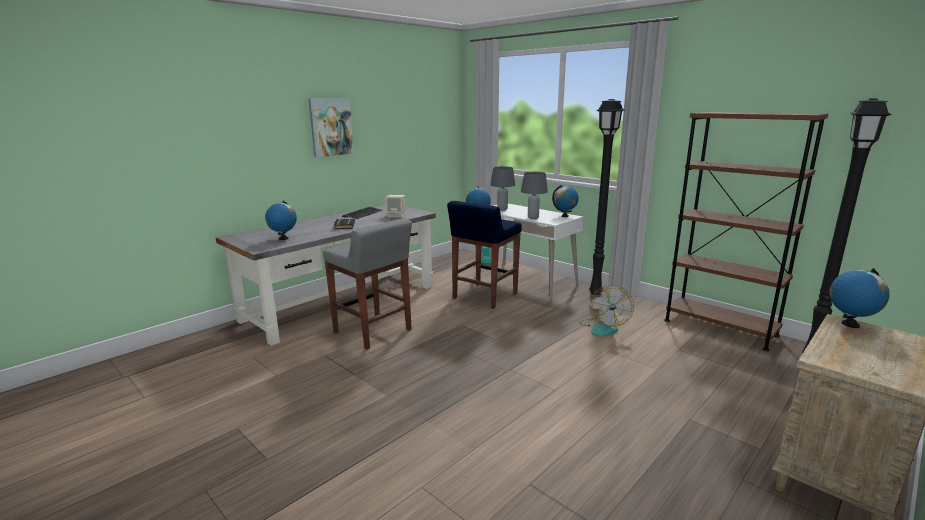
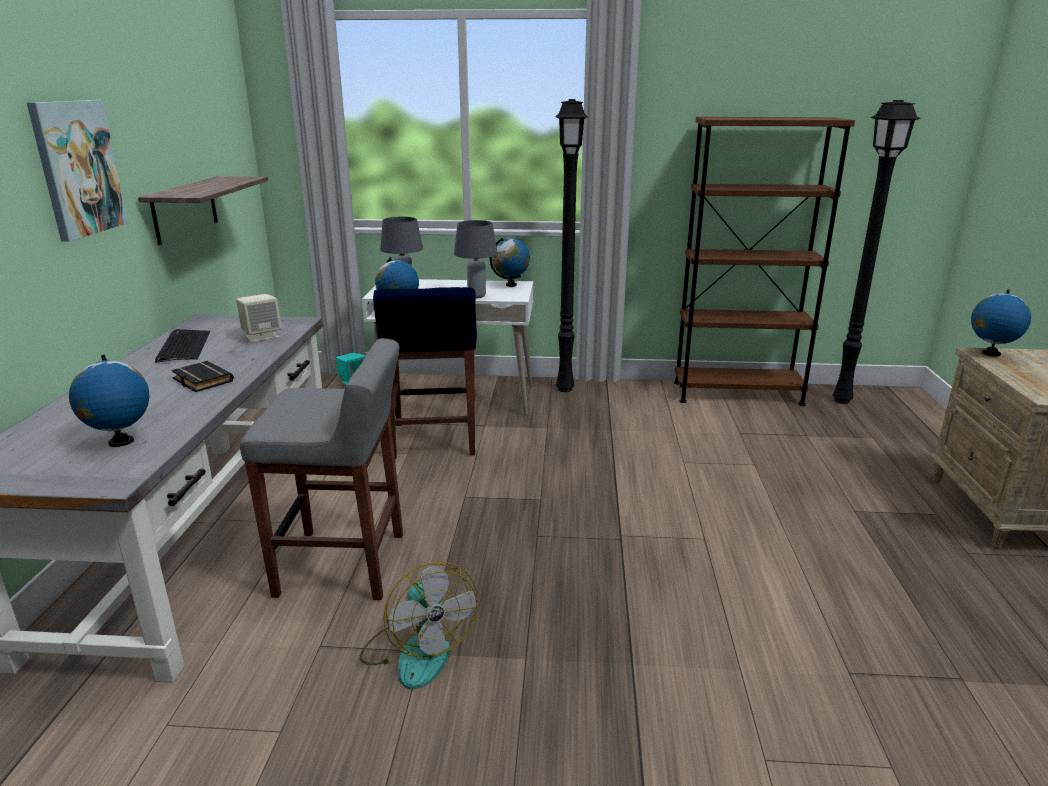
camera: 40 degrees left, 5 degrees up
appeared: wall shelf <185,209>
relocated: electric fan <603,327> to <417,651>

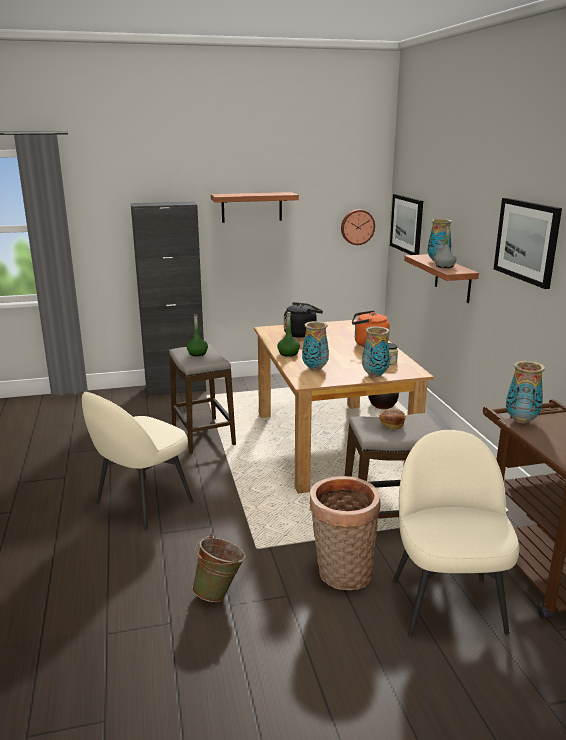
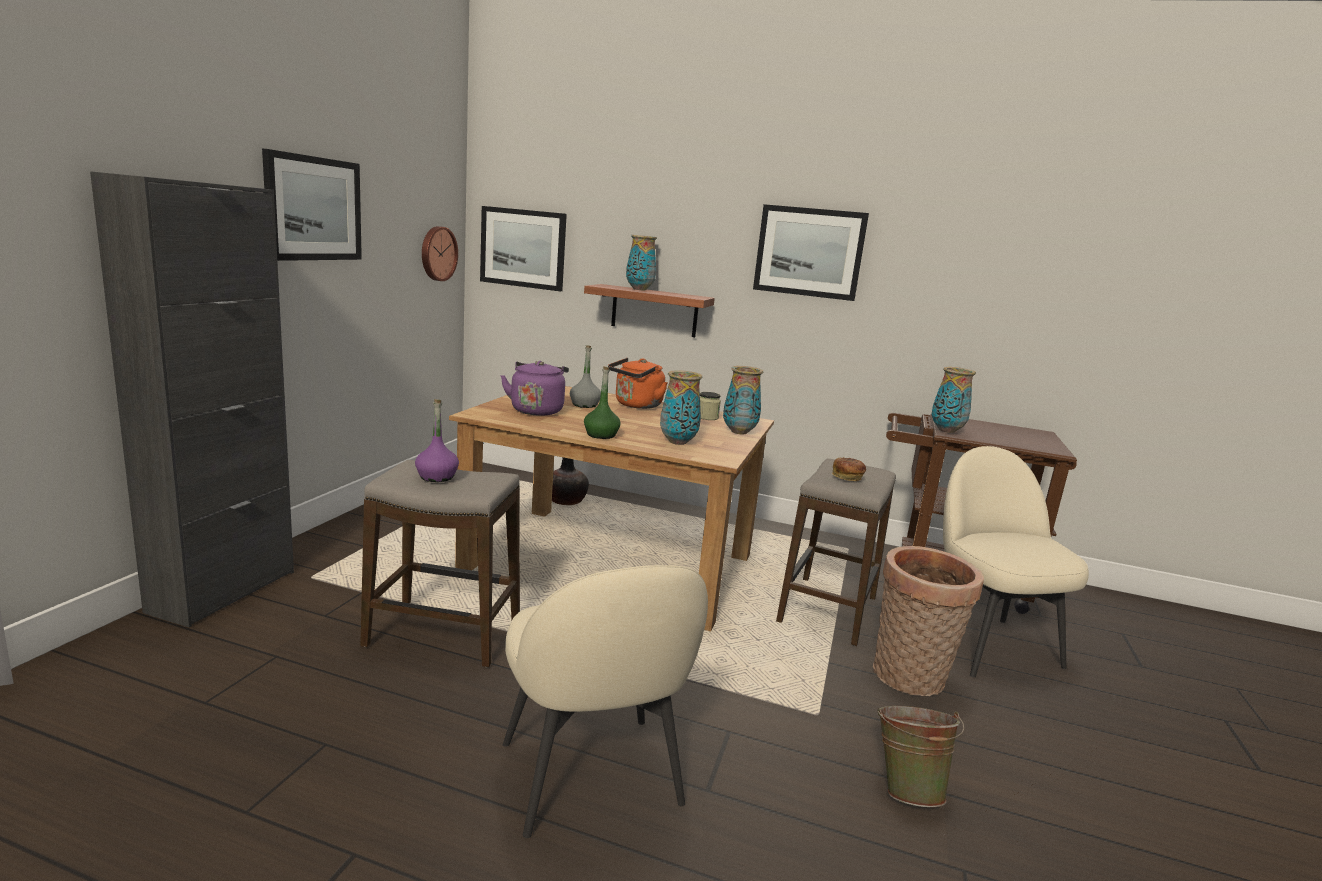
camera: 60 degrees left, 5 degrees down
relocated: beverage bottle (gray) <444,266> to <584,405>
exchanged: wall shelf <251,207> to wall picture <313,208>
colour: beverage bottle (greenish) <197,353> to beverage bottle (purple) <437,477>; kettle (blackish) <301,333> to kettle (purple) <537,410>
spun: chair (beige-coloured) <447,603> = <985,644> 45 degrees clockwise

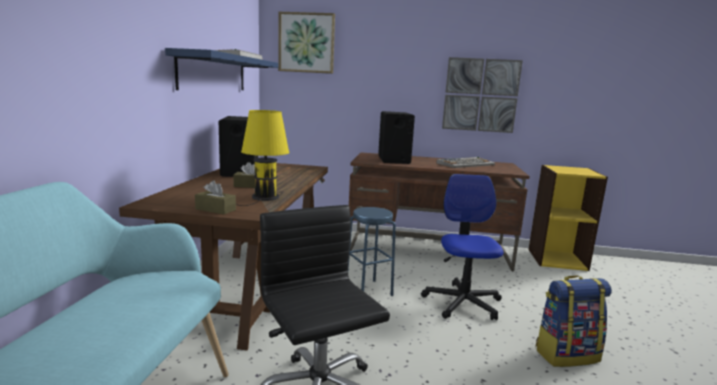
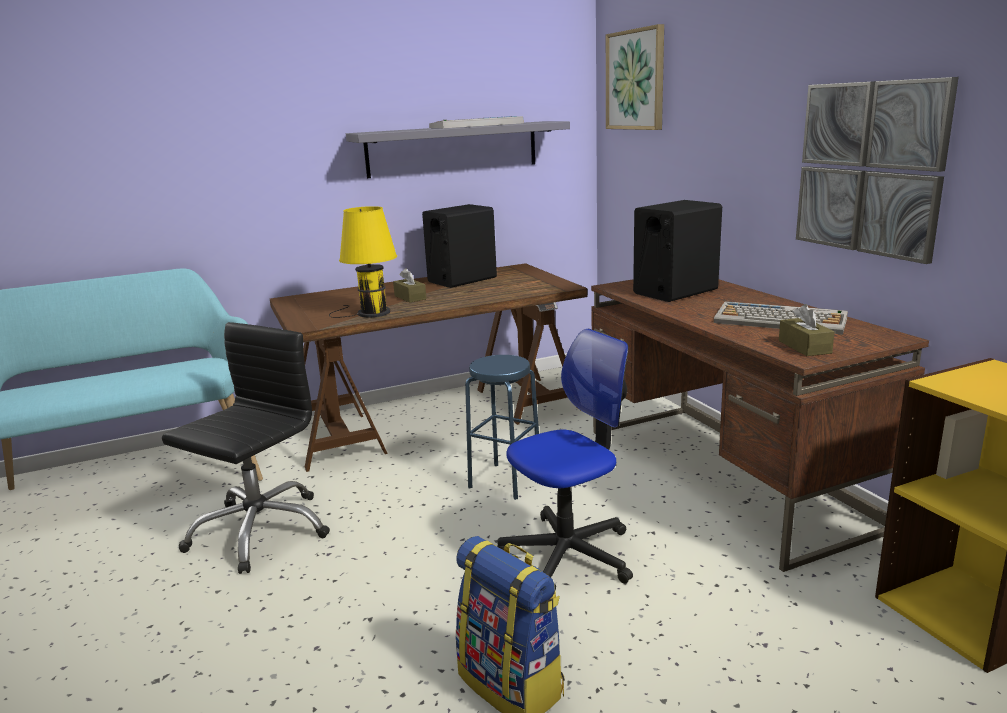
camera: 60 degrees right, 5 degrees up
relocated: tissue box (brownish) <215,209> to <804,347>
colour: wall shelf (blue-coloured) <213,73> to wall shelf (gray) <453,149>

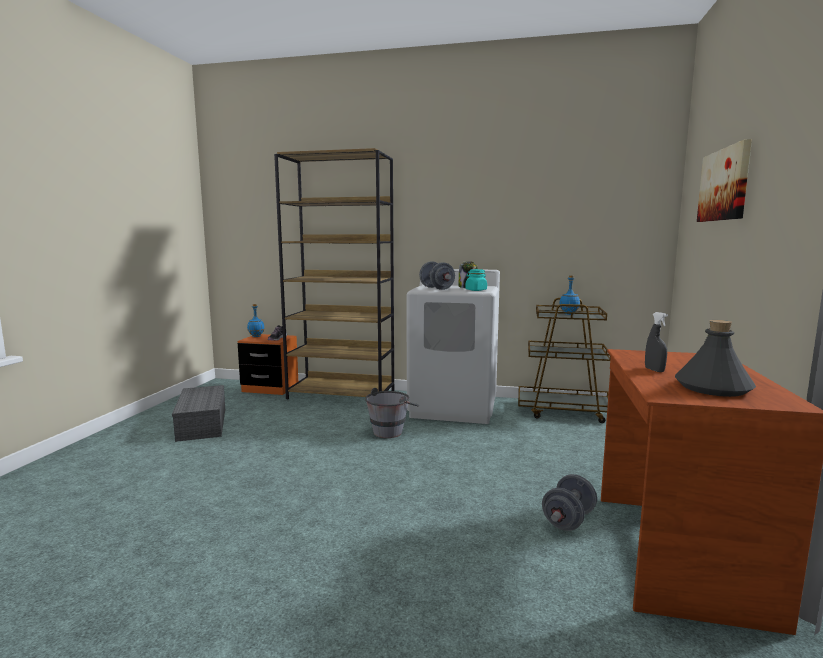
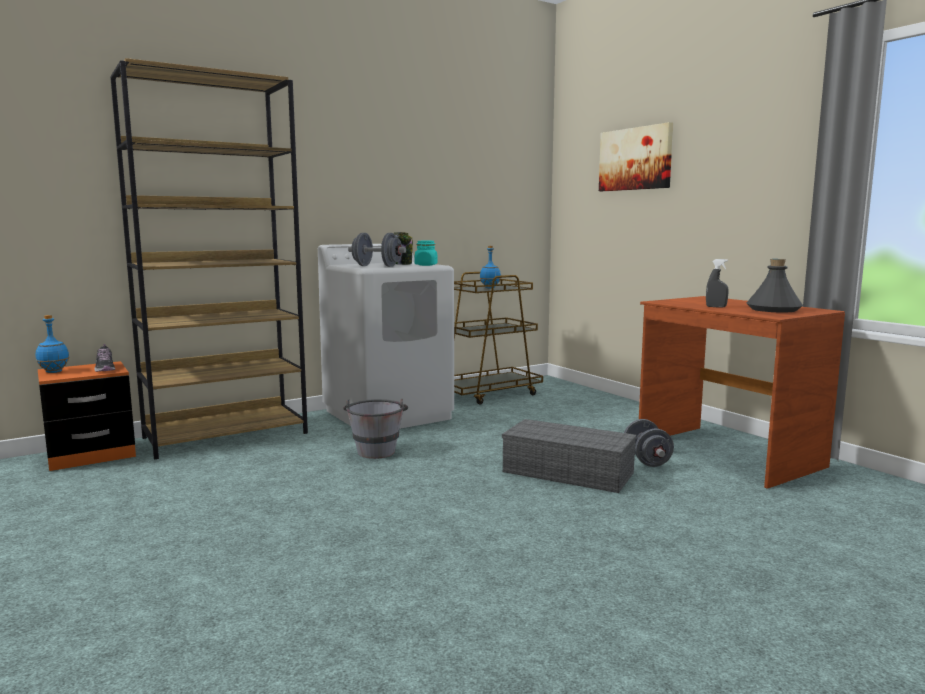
camera: 45 degrees left, 0 degrees up
relocated: storage box (gray) <203,424> to <570,472>

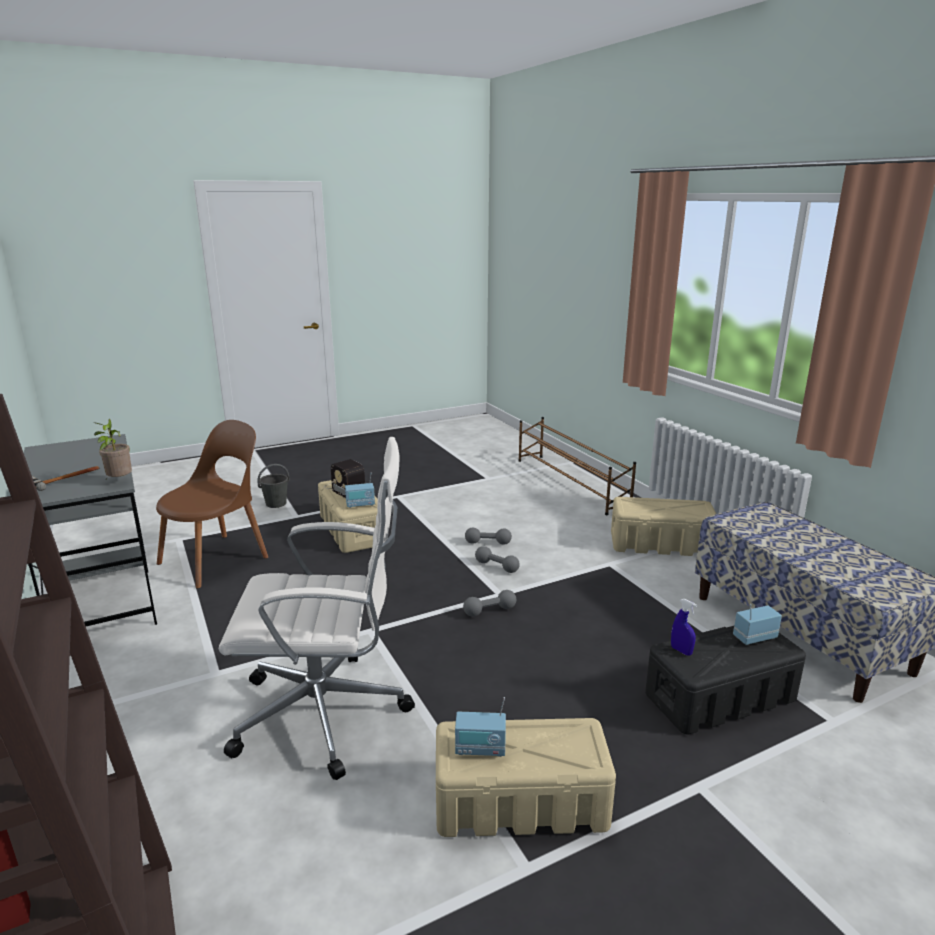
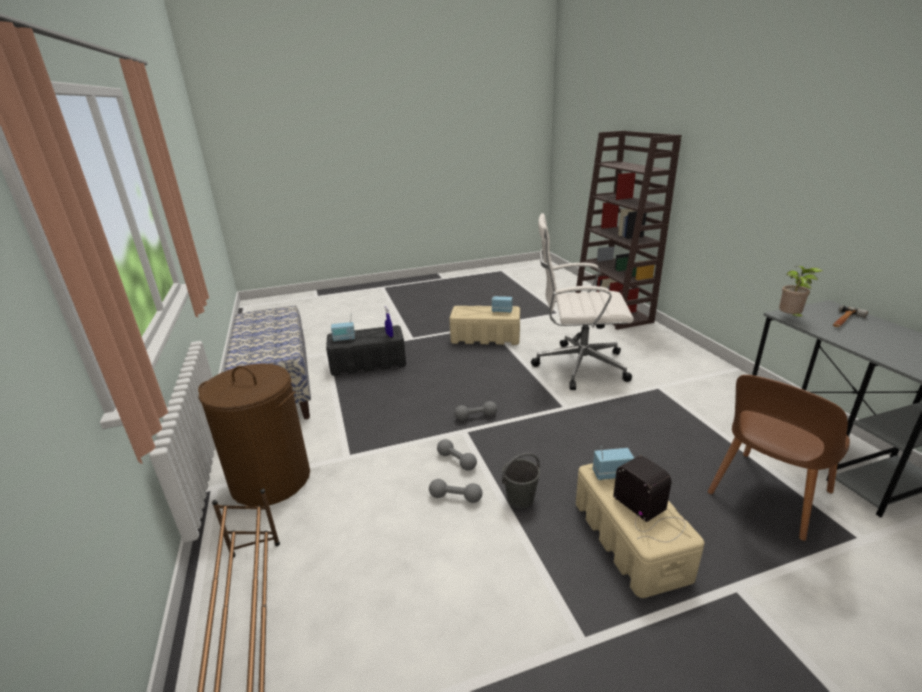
camera: 170 degrees left, 5 degrees up
relocated: water bucket (gray) <276,503> to <520,499>
exchanged: storage box (beige-coloured) <661,544> to hamper (brownish) <270,480>

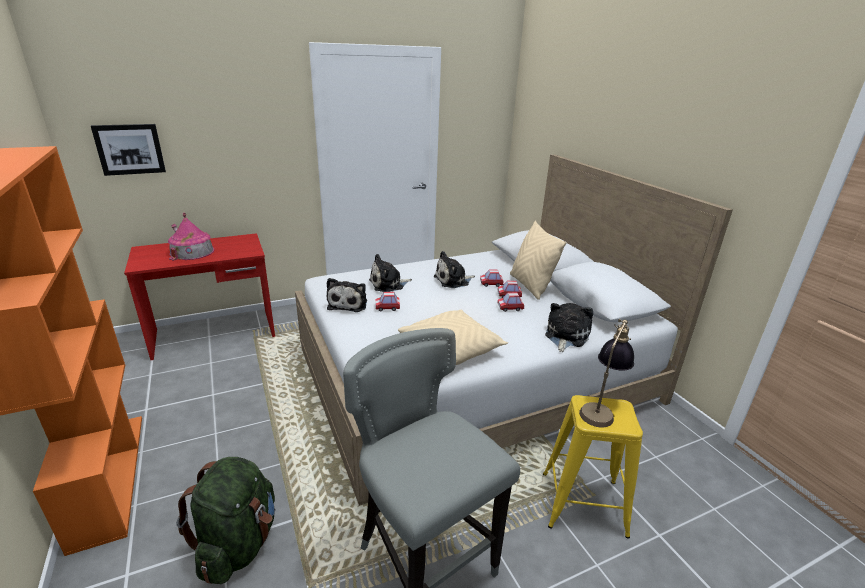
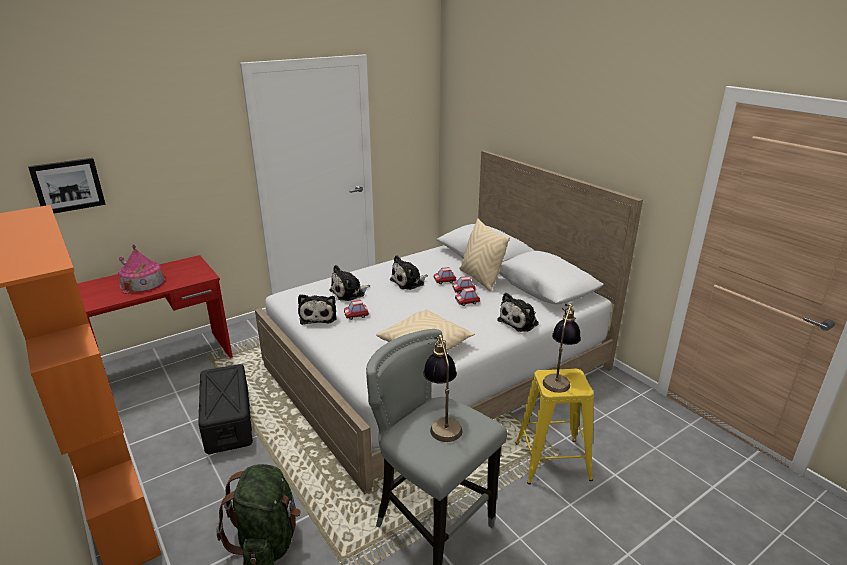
camera: 10 degrees left, 0 degrees up
appeared: storage box (blackish) <228,421>; table lamp <442,421>
spun: soft toy <565,336> = <520,321> 150 degrees counterclockwise

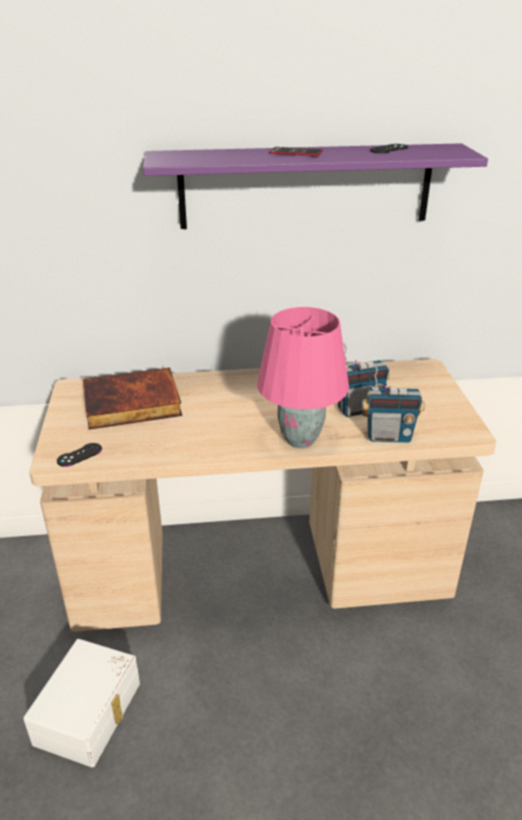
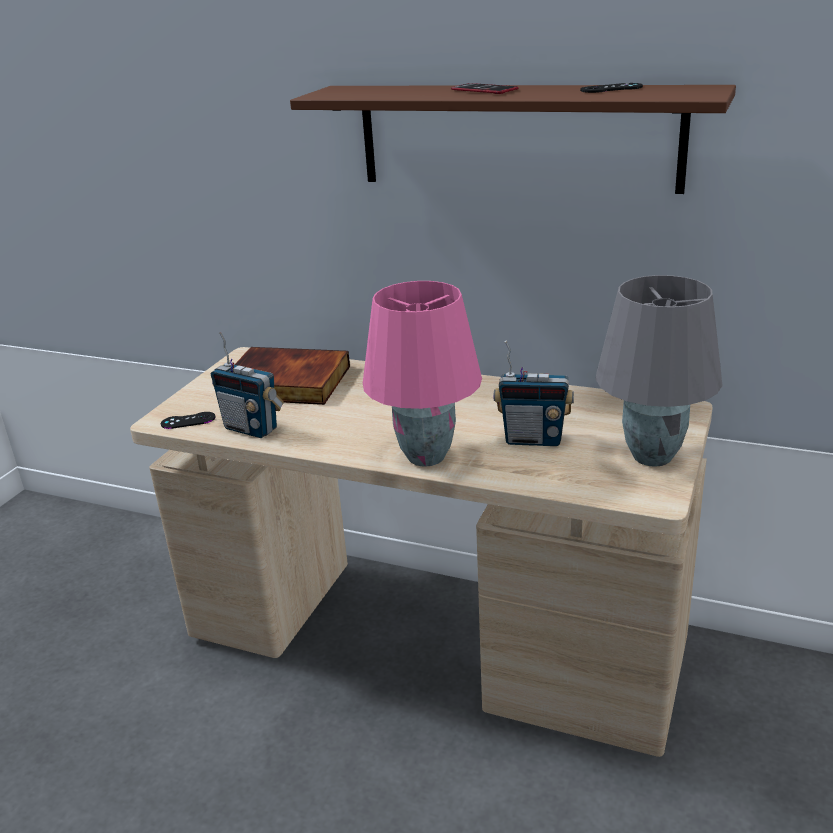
camera: 30 degrees right, 5 degrees down
missing: storage box (white-coloured) <90,713>
appeared: table lamp (gray) <652,456>
relocated: radio <388,436> to <251,428>
colour: wall shelf (purple) <305,186> to wall shelf (brownish) <516,137>

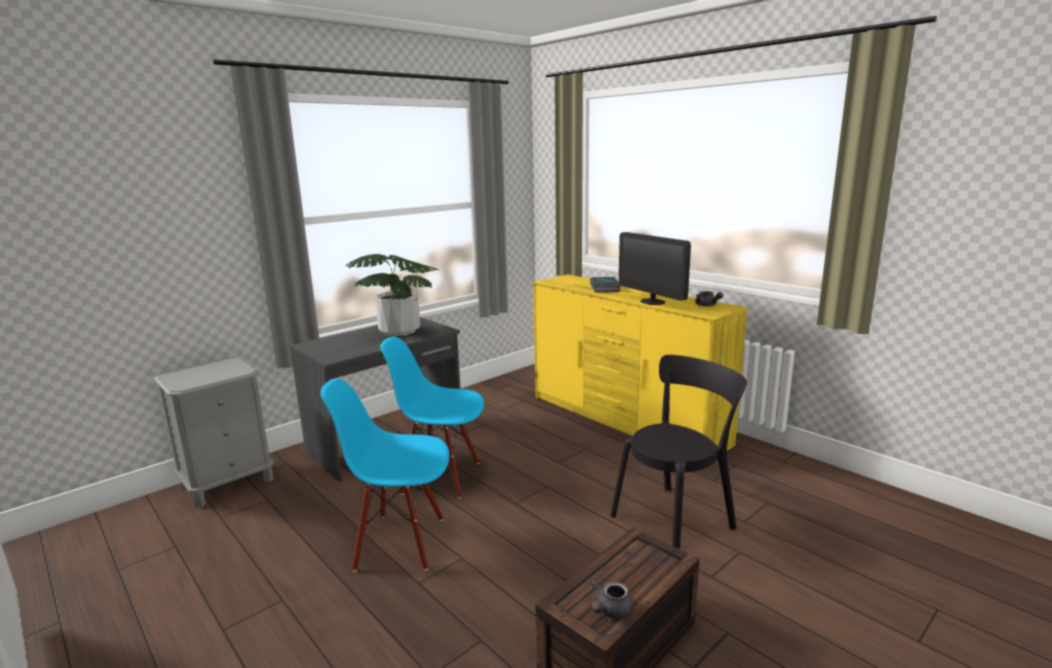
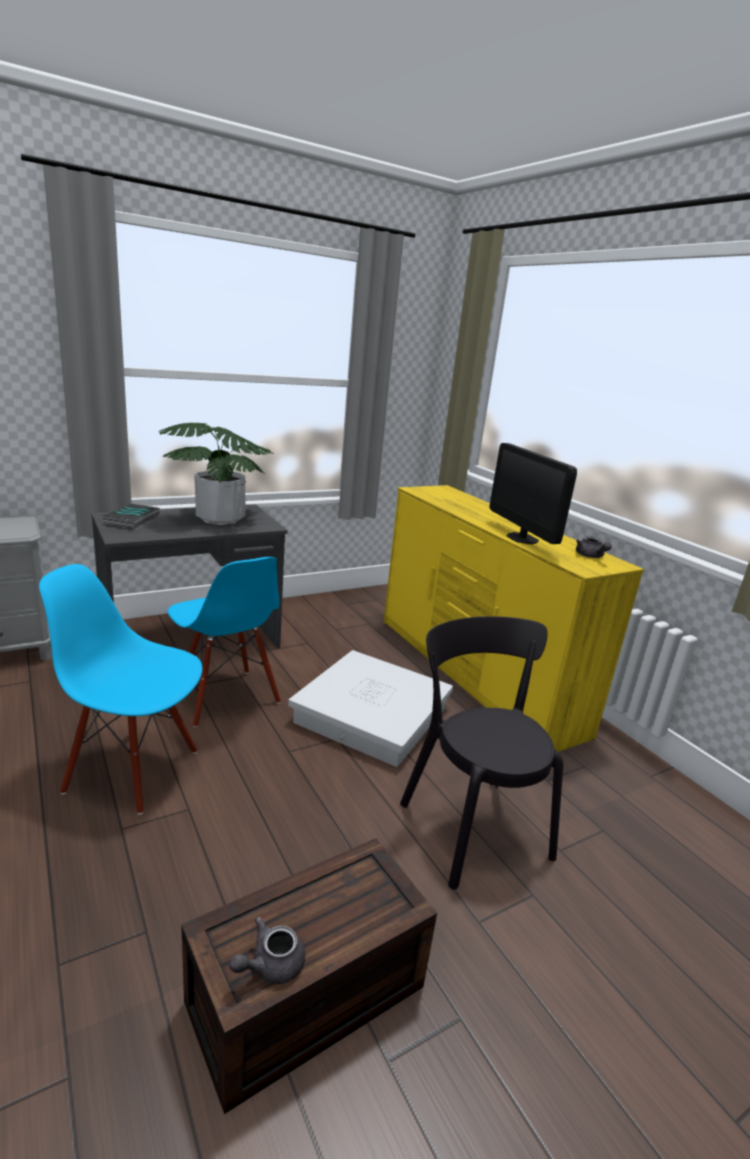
camera: 10 degrees right, 5 degrees up
appeared: storage box (white-coloured) <372,715>
relocated: volume <605,288> to <133,521>
spun: chair (blue-coloured) <441,477> = <226,697> 150 degrees counterclockwise; chair (blackish) <676,519> = <471,824> 90 degrees counterclockwise

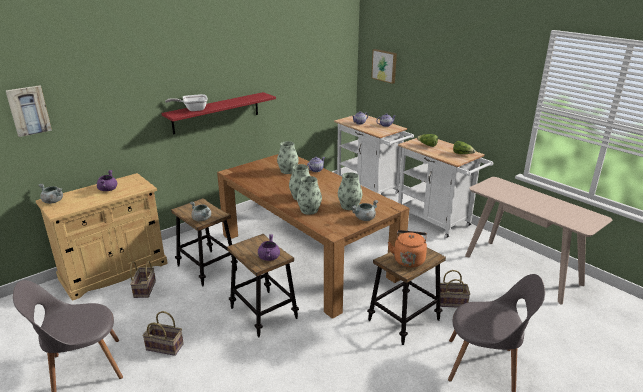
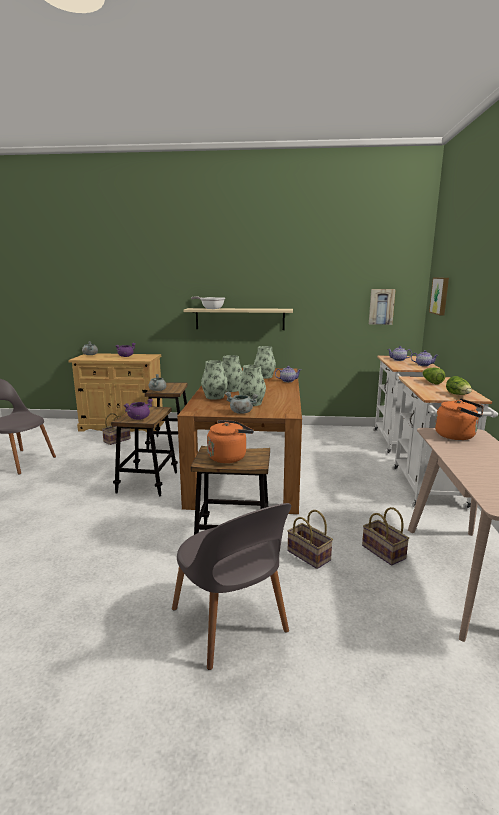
camera: 45 degrees right, 10 degrees down
appeared: kettle (orange) <457,436>
relocated: wall picture <28,110> to <381,306>; storage basket <166,346> to <385,552>
colour: wall shelf (red) <216,113> to wall shelf (beige-coloured) <240,319>

